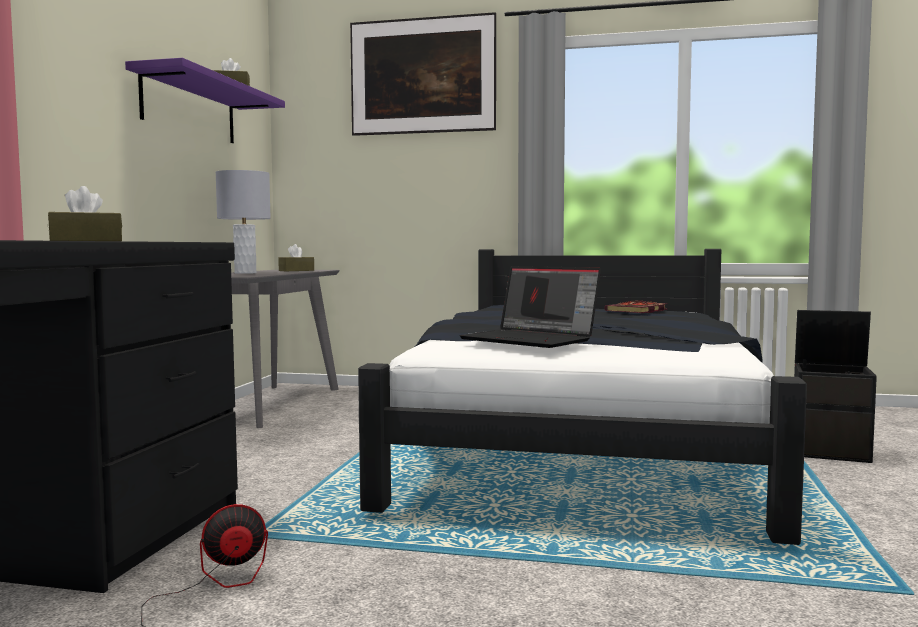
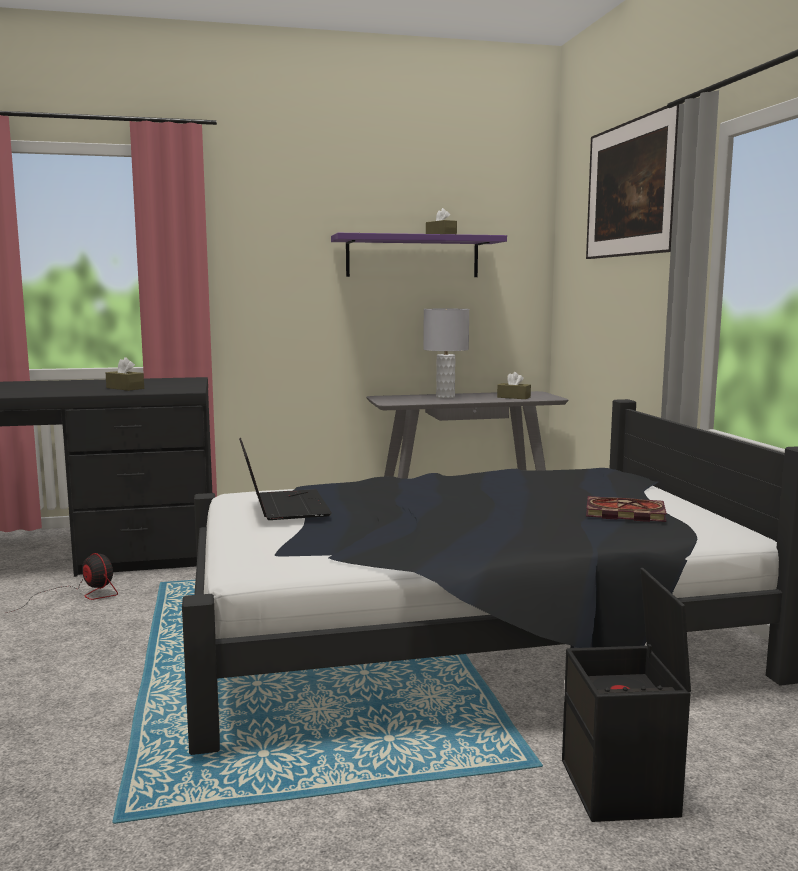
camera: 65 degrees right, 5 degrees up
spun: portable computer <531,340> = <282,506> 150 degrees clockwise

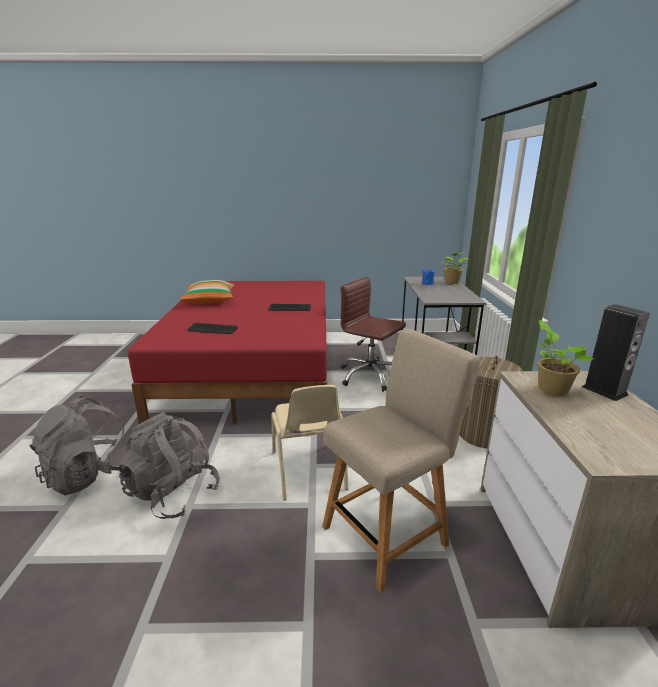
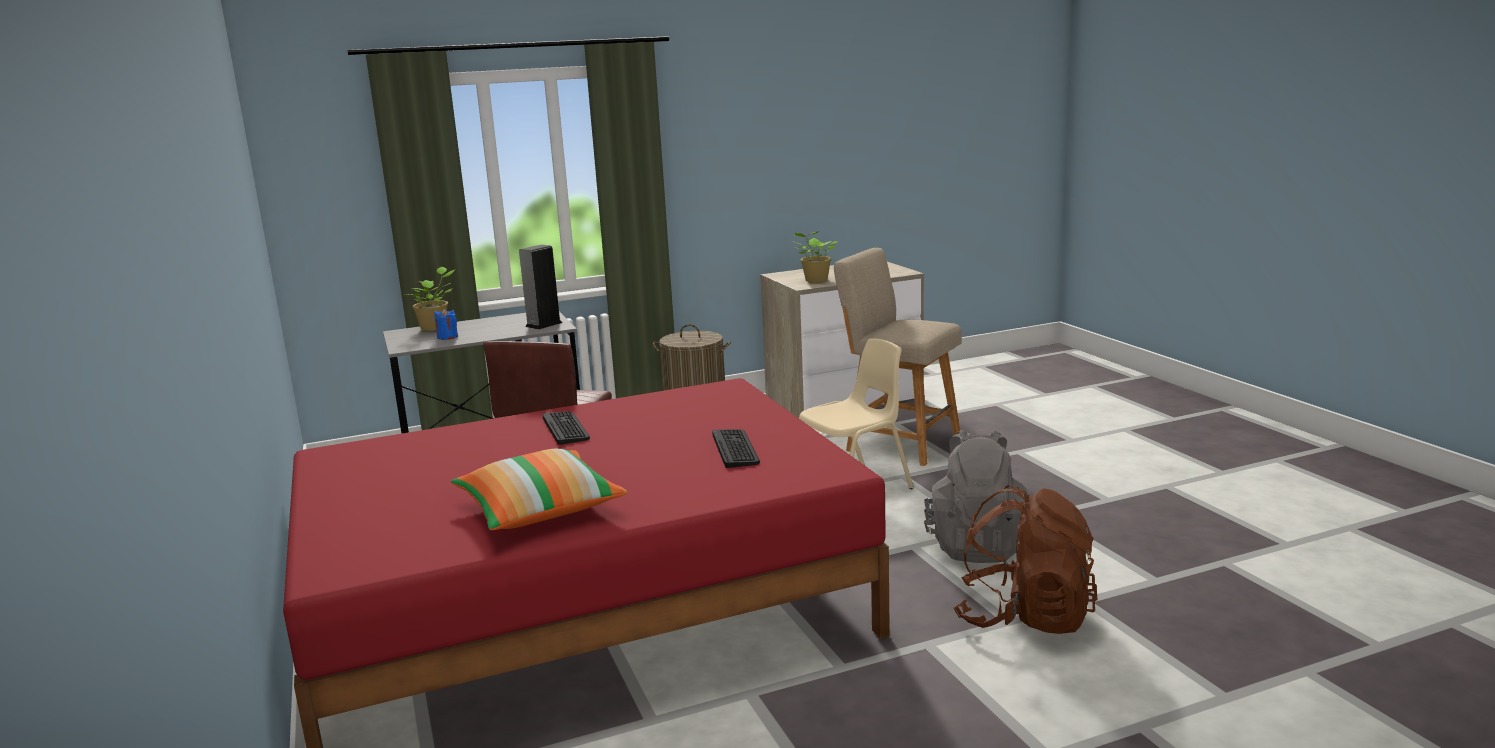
camera: 110 degrees left, 5 degrees down
relocated: speaker <604,391> to <543,324>
colour: rucksack (gray) <90,475> to rucksack (brownish) <1024,617>

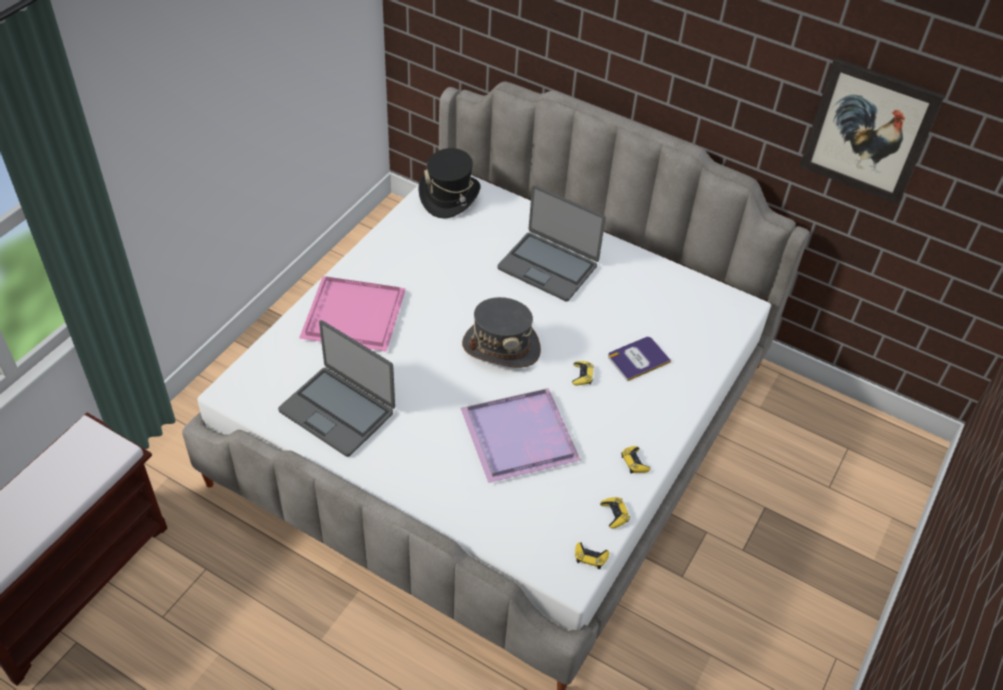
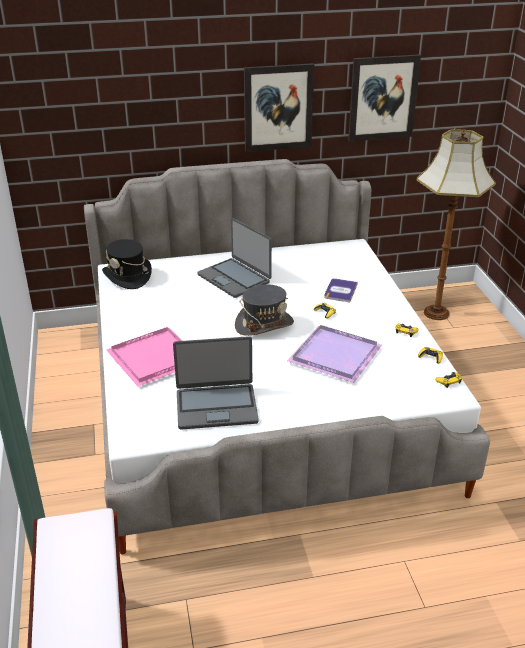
camera: 40 degrees left, 15 degrees down
appeared: wall picture <278,107>; standing lamp <436,312>
spun: portable computer <548,266> = <234,278> 60 degrees clockwise

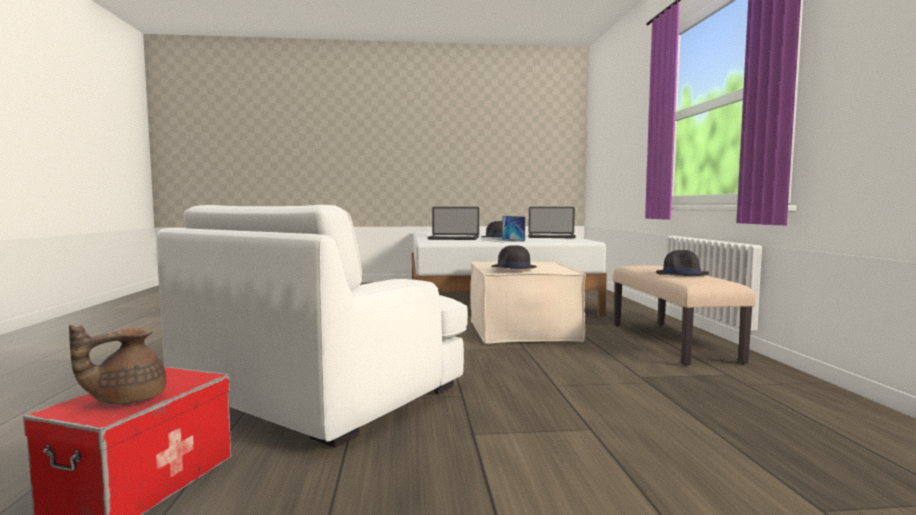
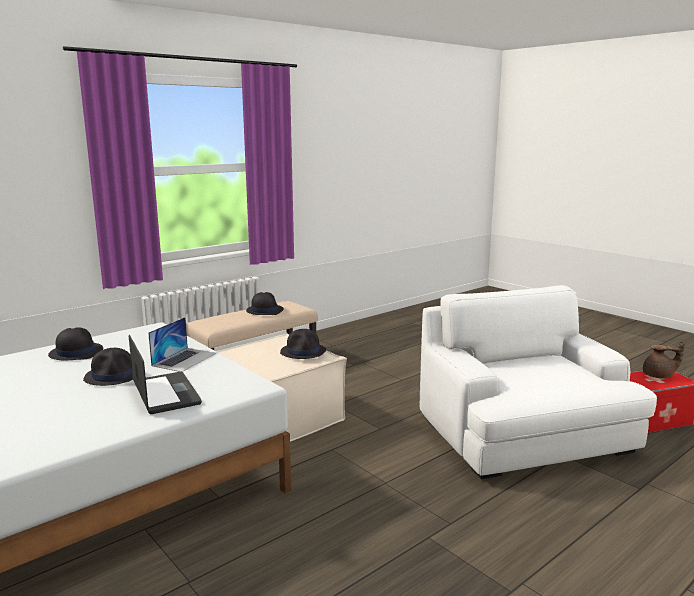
camera: 125 degrees left, 10 degrees up
exchanged: portable computer <551,237> to hat (blackish) <76,352>
spun: armchair (white-coloured) <320,390> = <525,436> 105 degrees counterclockwise

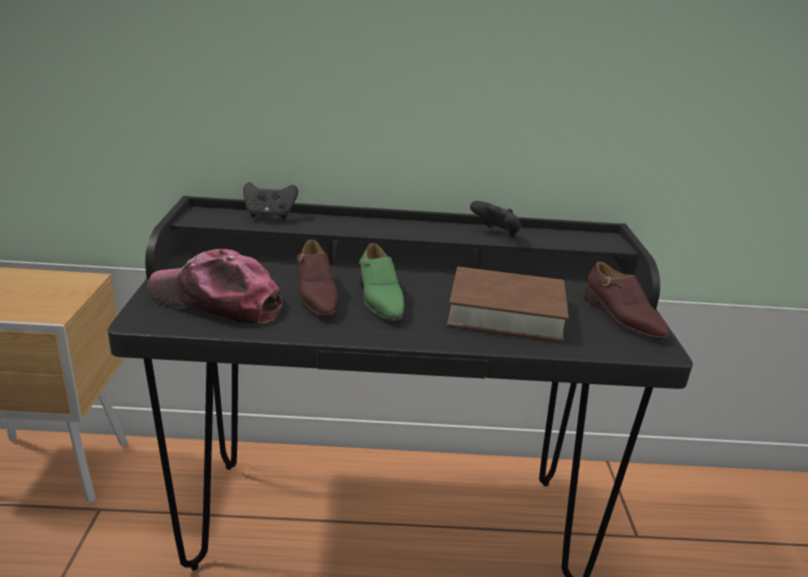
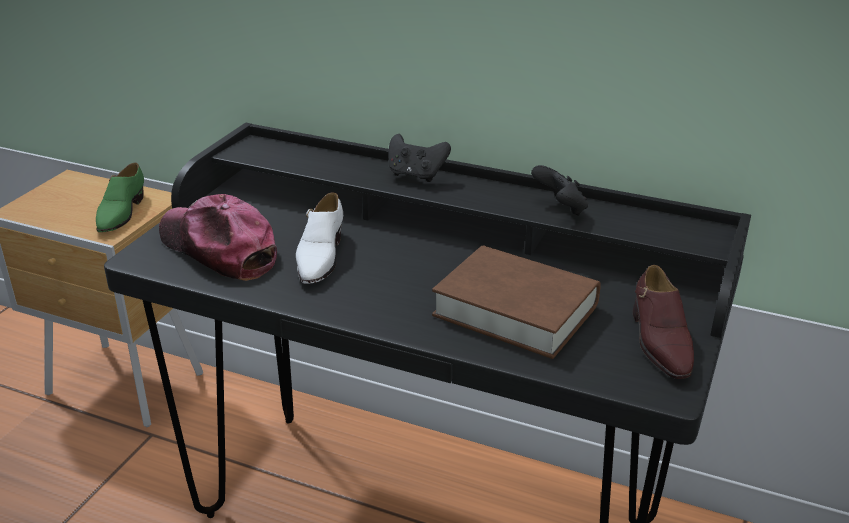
camera: 25 degrees right, 5 degrees up
relocated: game controller (blackish) <269,215> to <416,175>; low shoe (greenish) <379,299> to <121,213>
colour: low shoe (brownish) <315,296> to low shoe (white-coloured) <320,257>

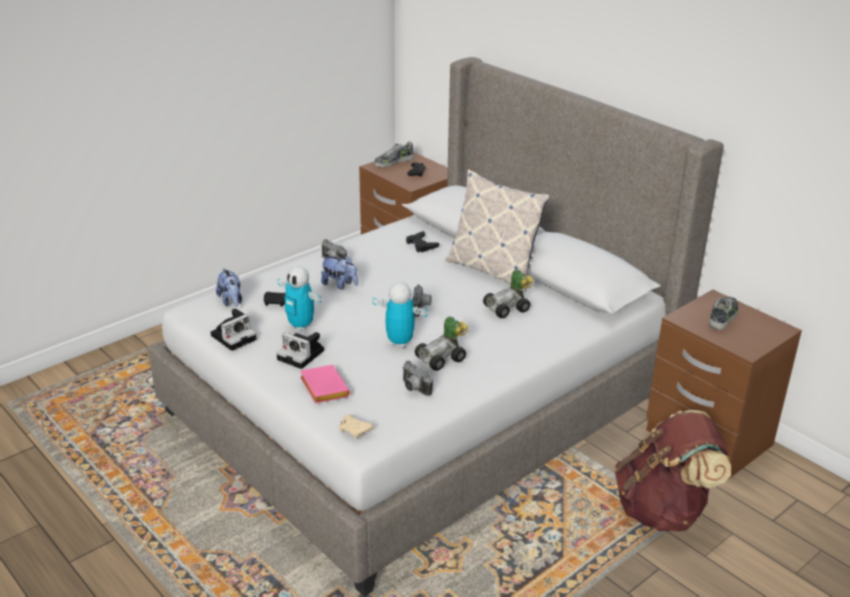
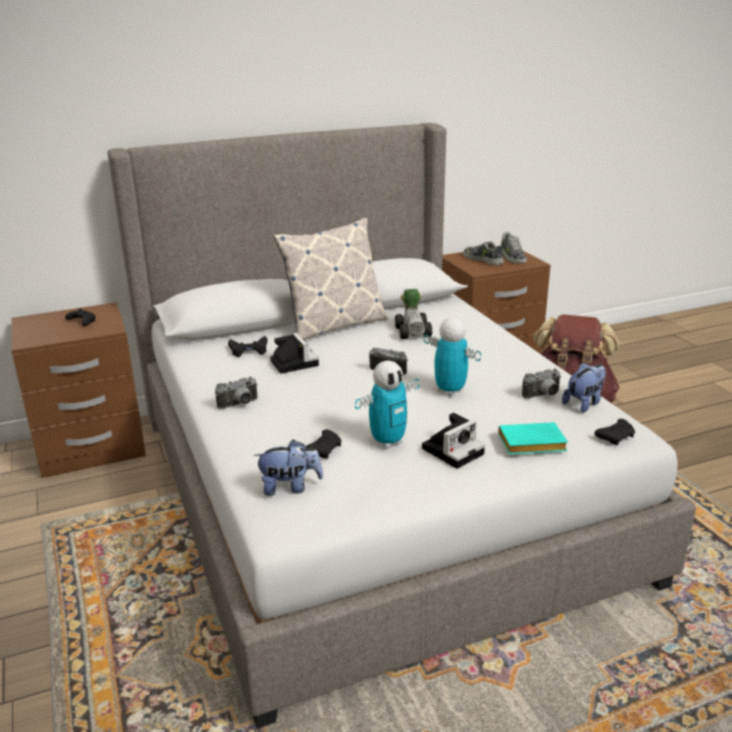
camera: 70 degrees left, 5 degrees down
missing: model car <443,358>
relocated: photo camera <234,336> to <293,362>; soft toy <340,285> to <584,403>; low shoe <393,162> to <512,257>
colour: volume (pink-coloured) <322,388> to volume (turquoise) <530,445>; game controller (beige-coloured) <355,430> to game controller (blackish) <616,437>
spun: toy robot <400,342> = <450,391> 90 degrees clockwise

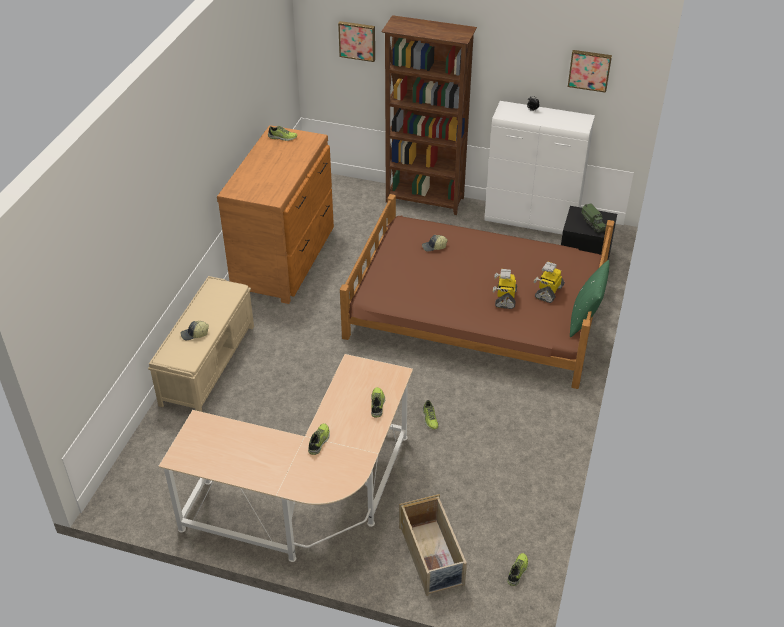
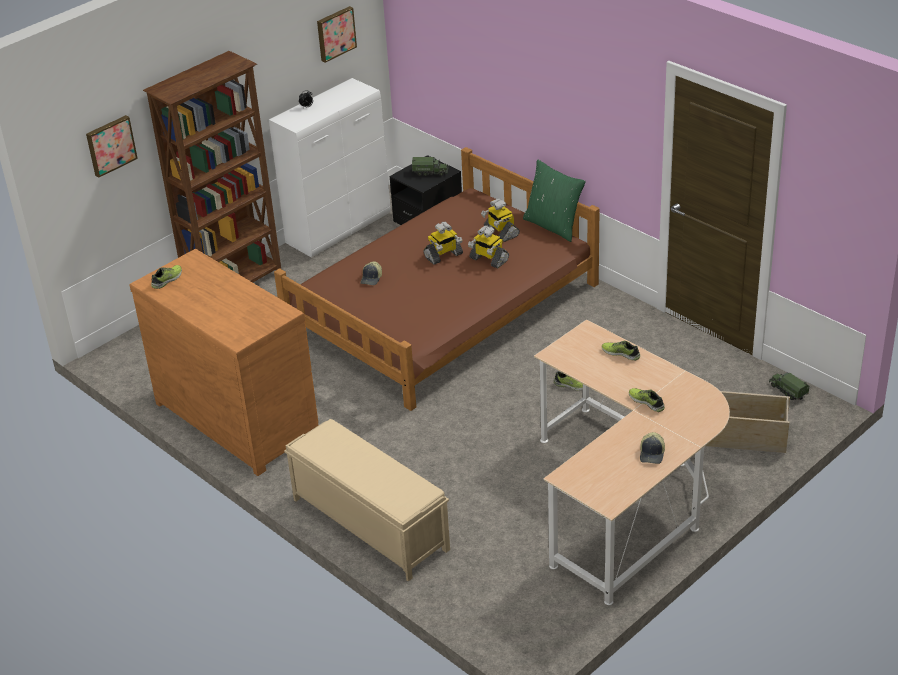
camera: 60 degrees left, 5 degrees down
appeared: toy robot <443,256>
relocated: cap <195,334> to <652,454>
exchanged: low shoe <518,571> to toy lorry <787,390>

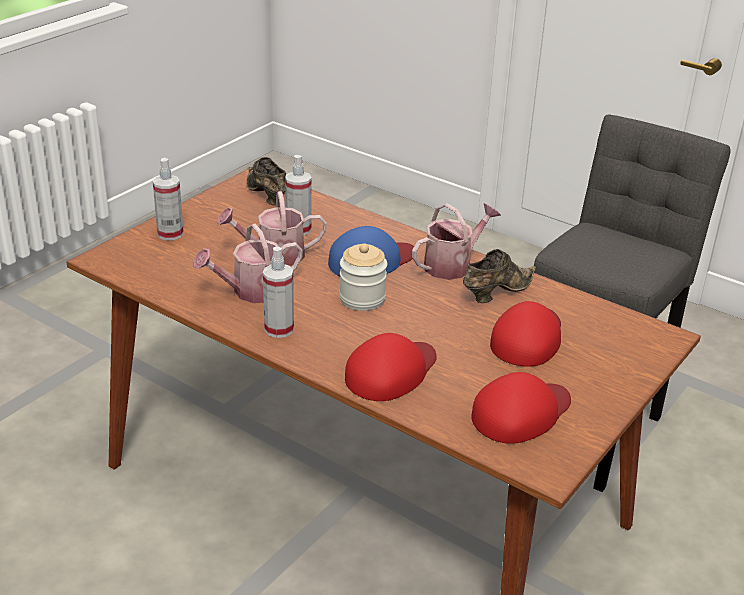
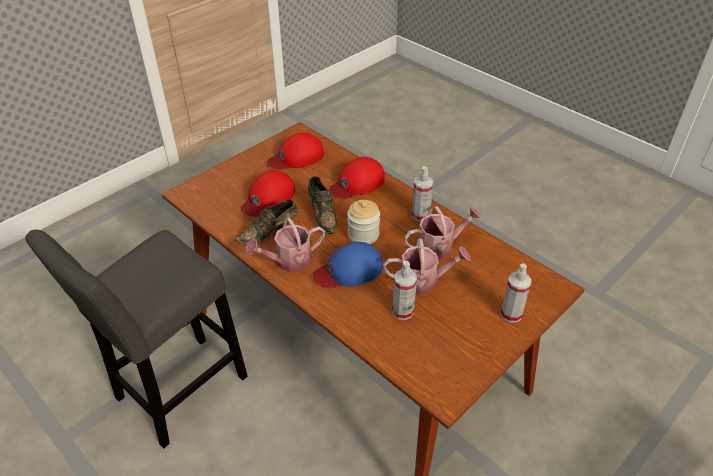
camera: 170 degrees left, 10 degrees up
relocated: low shoe (brownish) <266,195> to <322,215>

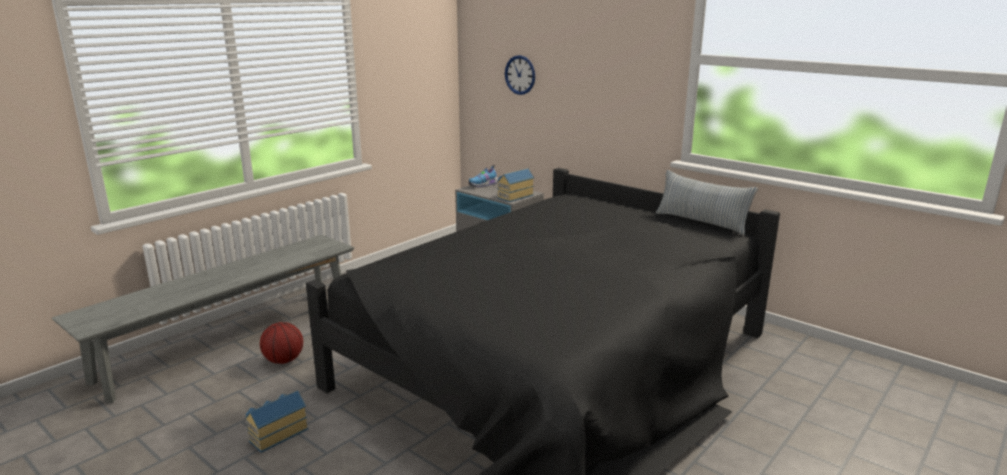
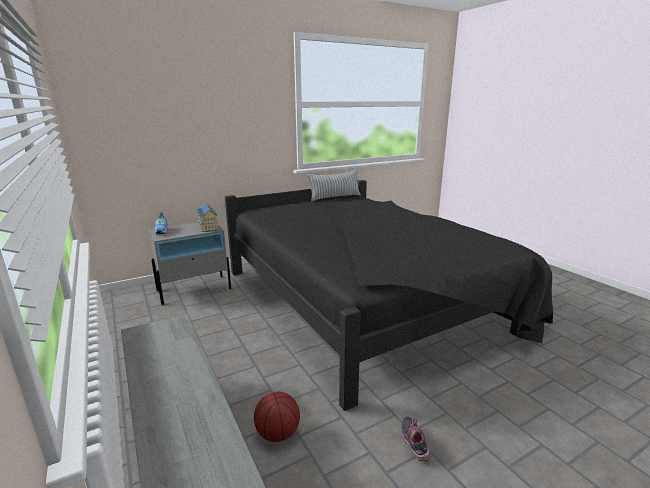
camera: 70 degrees left, 0 degrees up
missing: wall clock <520,75>
exchanged: toy house <276,434> to low shoe <414,444>

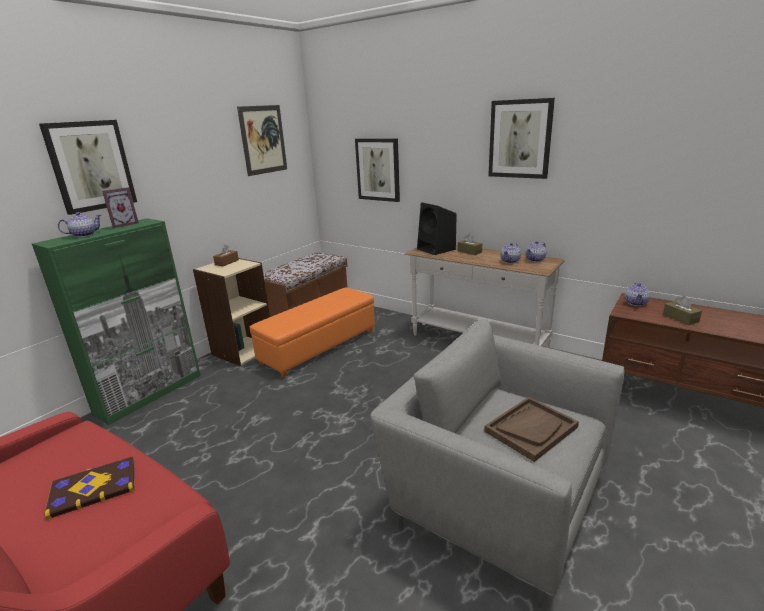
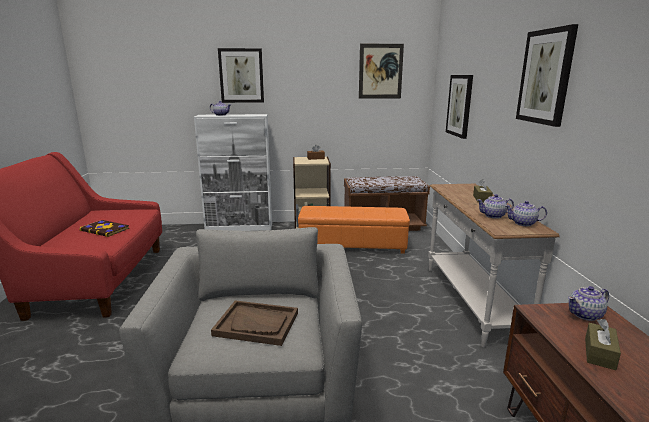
camera: 50 degrees right, 5 degrees down
missing: picture frame <123,225>; speaker (blackish) <437,249>
colour: cabinet (greenish) <150,393> to cabinet (white-coloured) <239,227>

